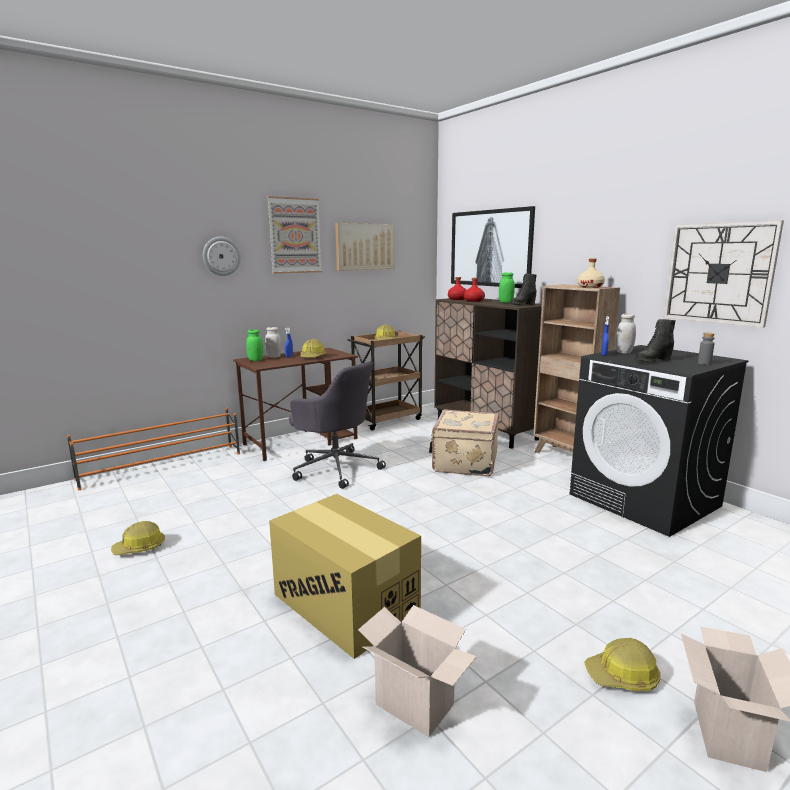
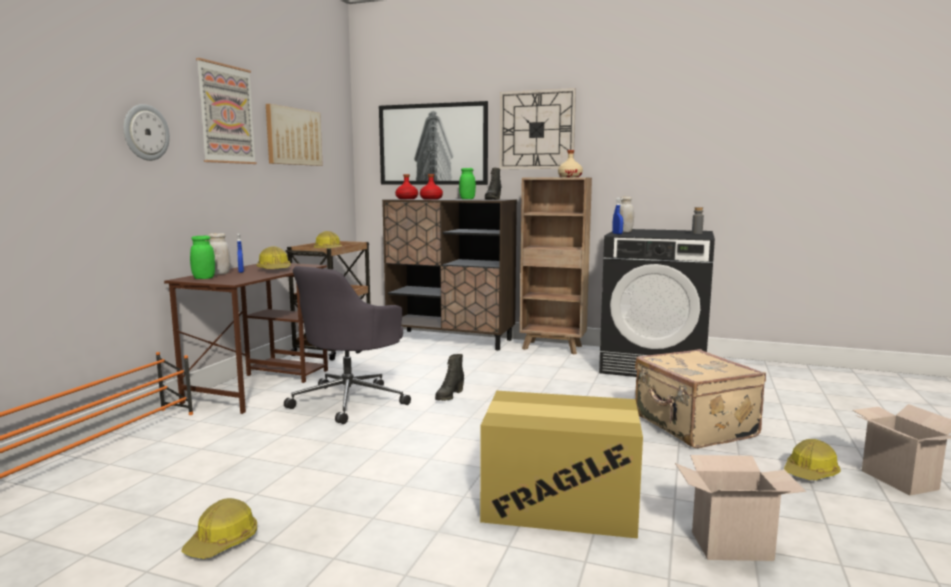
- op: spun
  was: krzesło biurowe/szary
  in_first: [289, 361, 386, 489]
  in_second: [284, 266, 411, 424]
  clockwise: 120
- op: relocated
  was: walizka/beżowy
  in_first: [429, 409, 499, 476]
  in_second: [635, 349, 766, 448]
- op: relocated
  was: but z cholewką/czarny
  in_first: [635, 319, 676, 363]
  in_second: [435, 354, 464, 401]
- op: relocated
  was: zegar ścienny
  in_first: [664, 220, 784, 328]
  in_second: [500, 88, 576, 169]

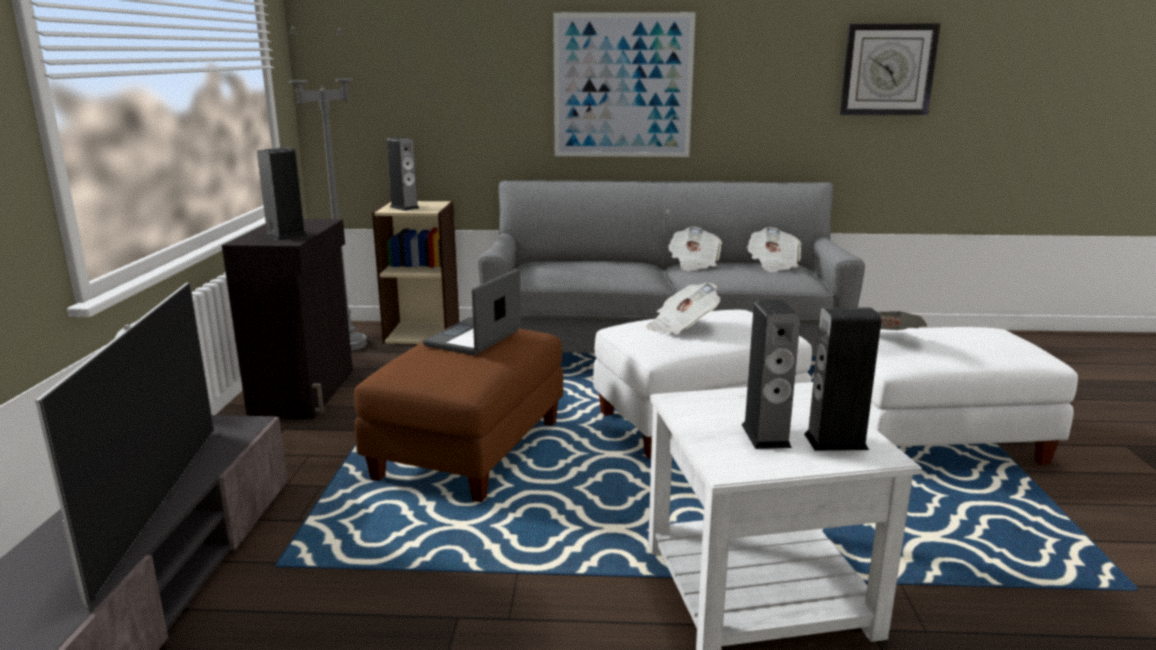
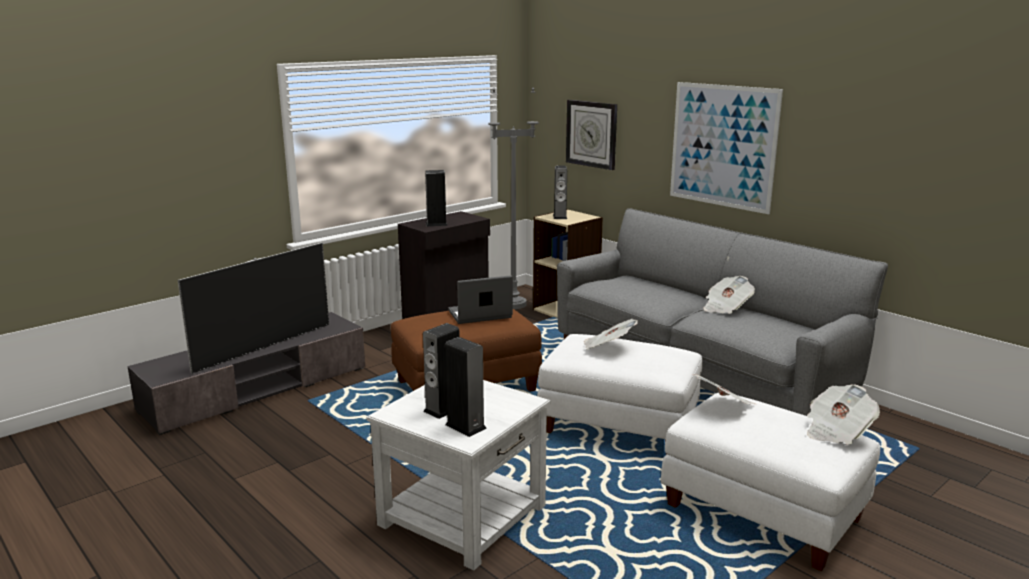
- op: relocated
  was: gazeta
  in_first: [747, 227, 801, 272]
  in_second: [807, 385, 880, 445]
- op: relocated
  was: zegar ścienny
  in_first: [839, 23, 941, 115]
  in_second: [566, 100, 617, 170]

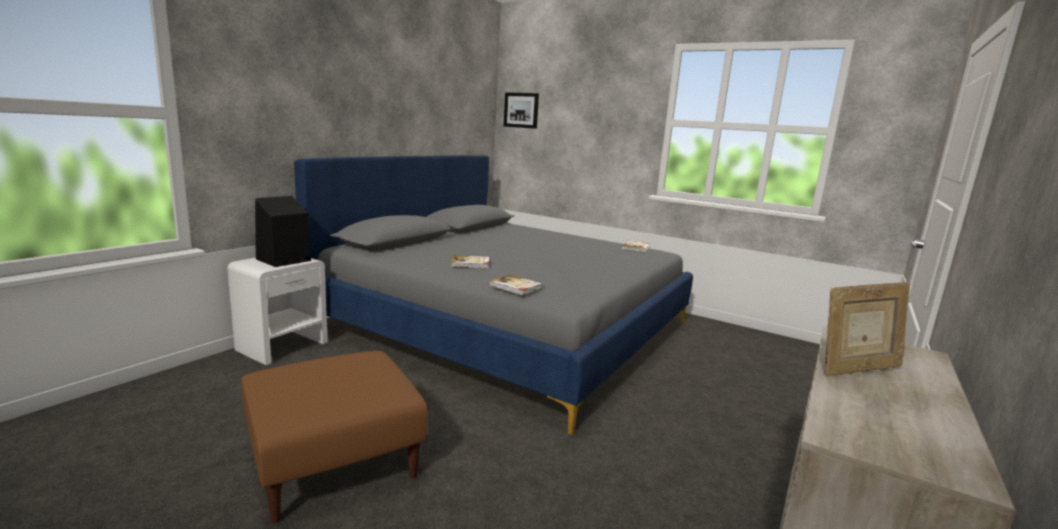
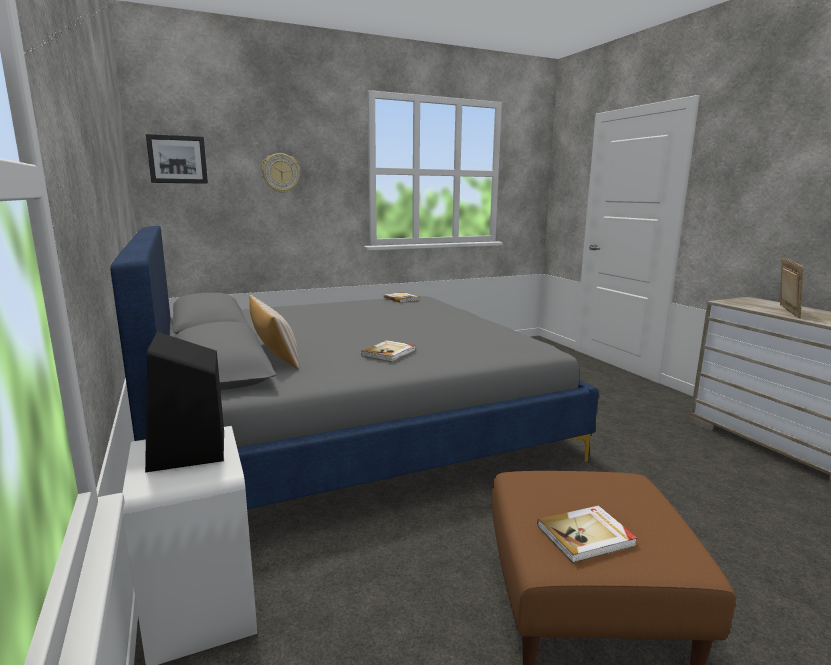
- op: relocated
  was: książka
  in_first: [489, 275, 543, 295]
  in_second: [537, 506, 637, 563]
- op: appeared
  now: poduszka/beżowy
  in_second: [249, 295, 299, 370]
- op: appeared
  now: zegar ścienny
  in_second: [262, 153, 300, 193]

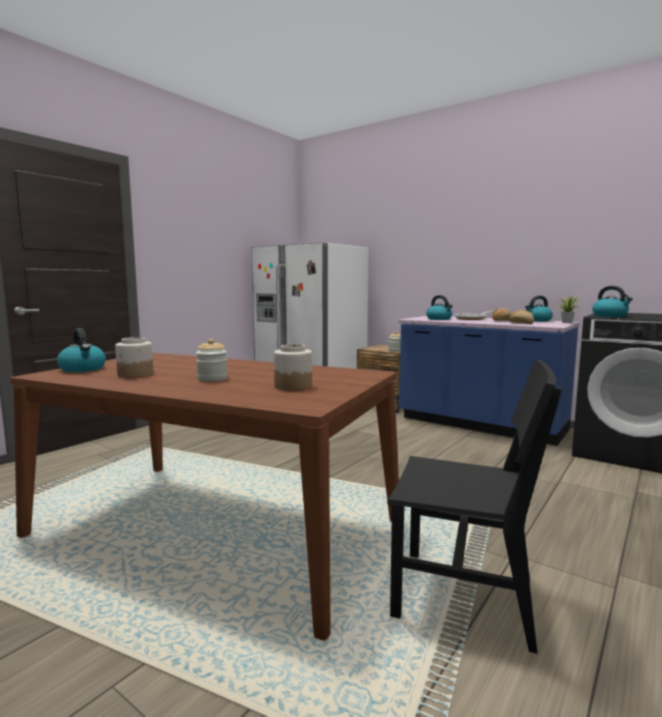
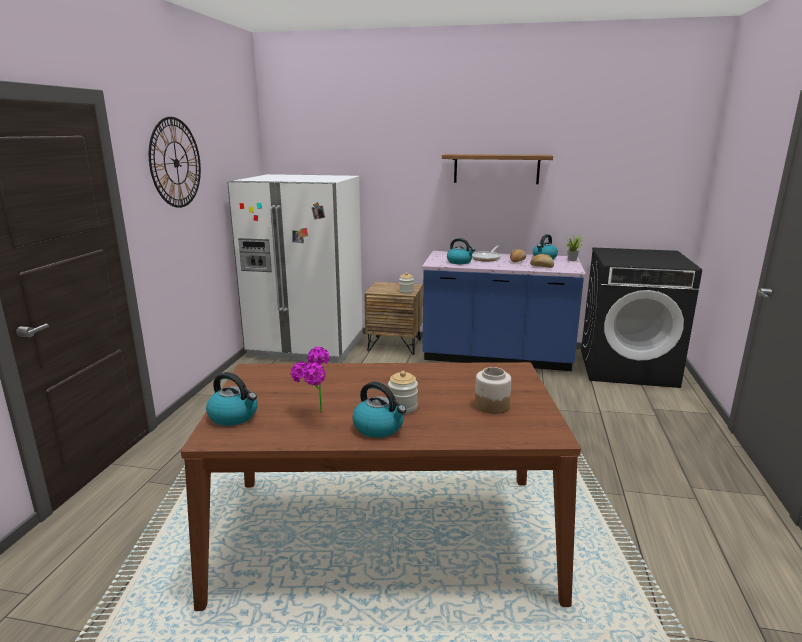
- op: exchanged
  was: słoik
  now: roślina doniczkowa
  in_first: [115, 337, 153, 378]
  in_second: [290, 347, 330, 413]
- op: missing
  was: krzesło/czarny
  in_first: [387, 359, 562, 654]
- op: relocated
  was: czajnik
  in_first: [592, 286, 633, 317]
  in_second: [352, 382, 406, 438]
- op: appeared
  now: zegar ścienny
  in_second: [149, 117, 201, 208]
- op: appeared
  now: półka
  in_second: [442, 154, 553, 184]

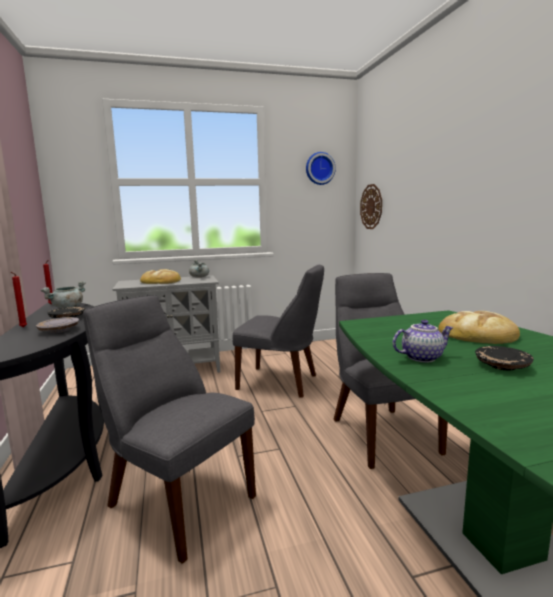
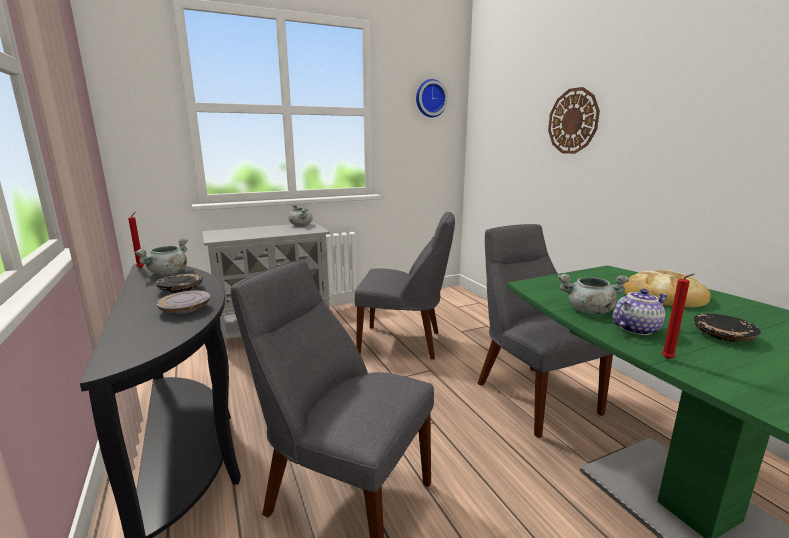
- op: relocated
  was: świeca/czerwony
  in_first: [11, 272, 27, 327]
  in_second: [662, 273, 694, 359]
- op: missing
  was: chleb
  in_first: [140, 269, 181, 284]
- op: relocated
  was: zegar ścienny
  in_first: [360, 184, 382, 229]
  in_second: [548, 87, 600, 154]
- op: appeared
  now: garnek/szary
  in_second: [558, 274, 629, 314]

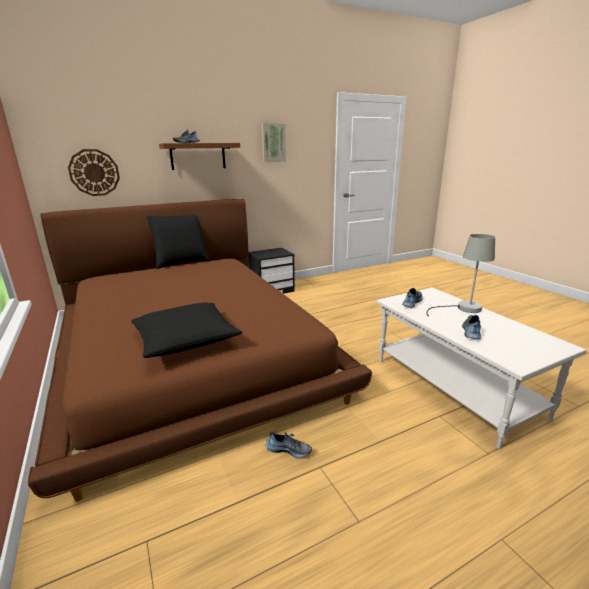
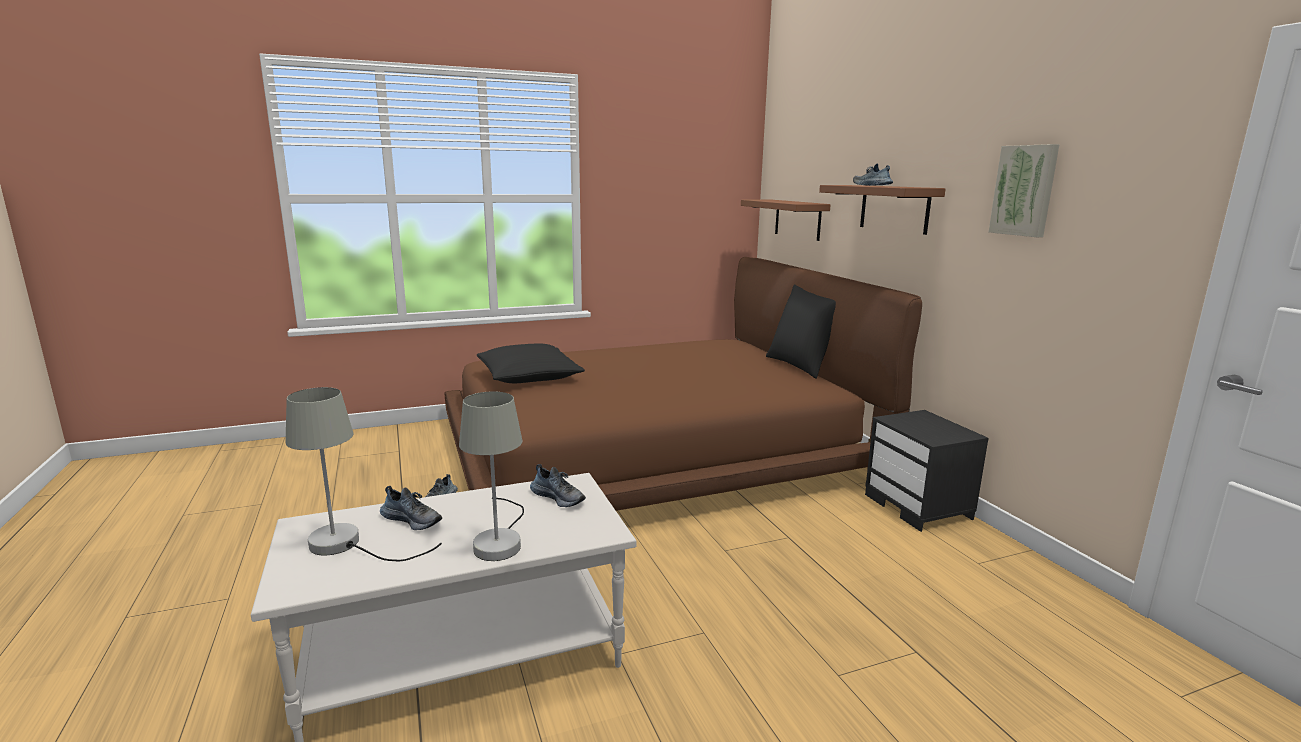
- op: exchanged
  was: zegar ścienny
  now: półka/brązowy
  in_first: [68, 149, 120, 196]
  in_second: [741, 200, 831, 241]
- op: appeared
  now: lampa stołowa/szary
  in_second: [285, 387, 442, 561]

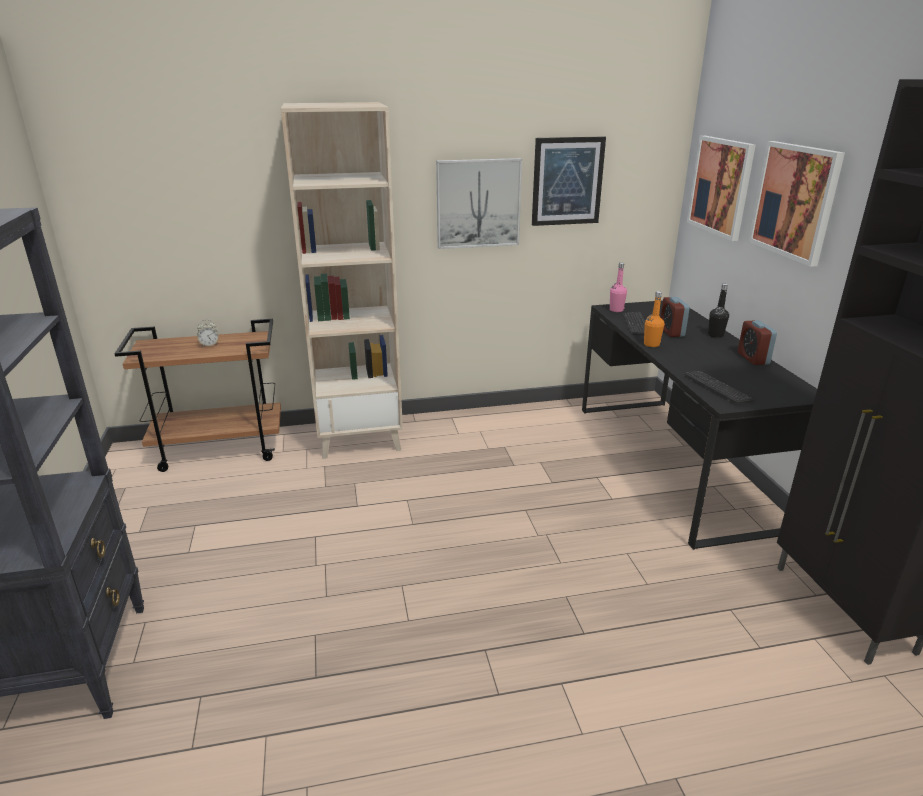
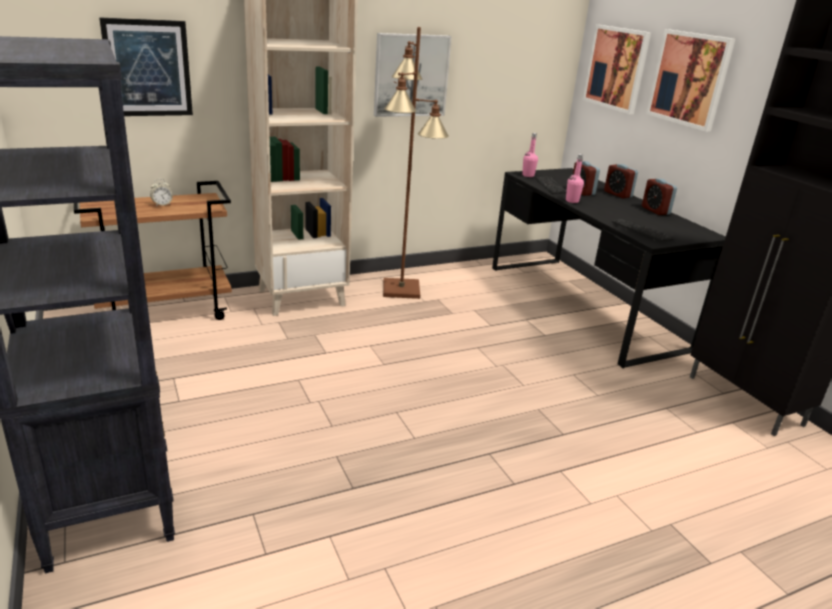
- op: relocated
  was: obraz
  in_first: [532, 136, 606, 226]
  in_second: [99, 17, 193, 116]
- op: colour
  was: butelka/pomarańczowy
  now: butelka/różowy
  in_first: [644, 291, 664, 347]
  in_second: [566, 154, 584, 203]
- op: exchanged
  was: butelka/czarny
  now: budzik
  in_first: [708, 284, 729, 338]
  in_second: [604, 164, 638, 198]
- op: appeared
  now: lampa stojąca/brązowy
  in_second: [383, 27, 449, 299]

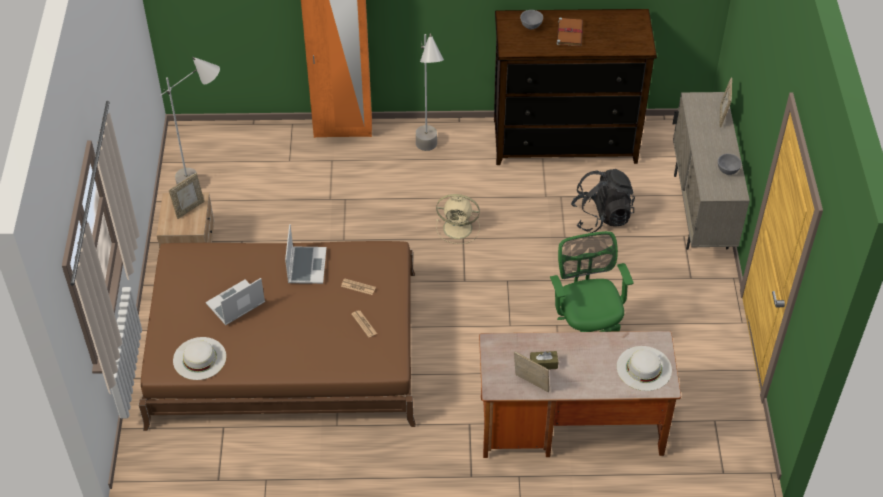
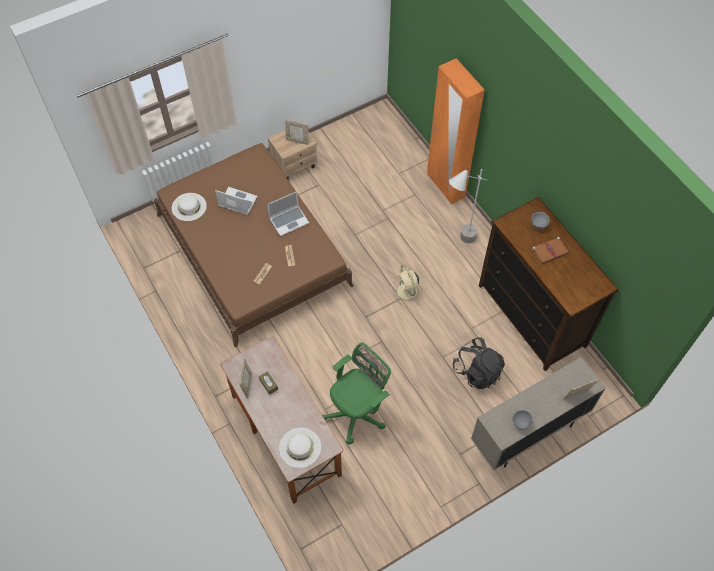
- op: missing
  was: lampa stojąca/szary
  in_first: [160, 57, 220, 185]

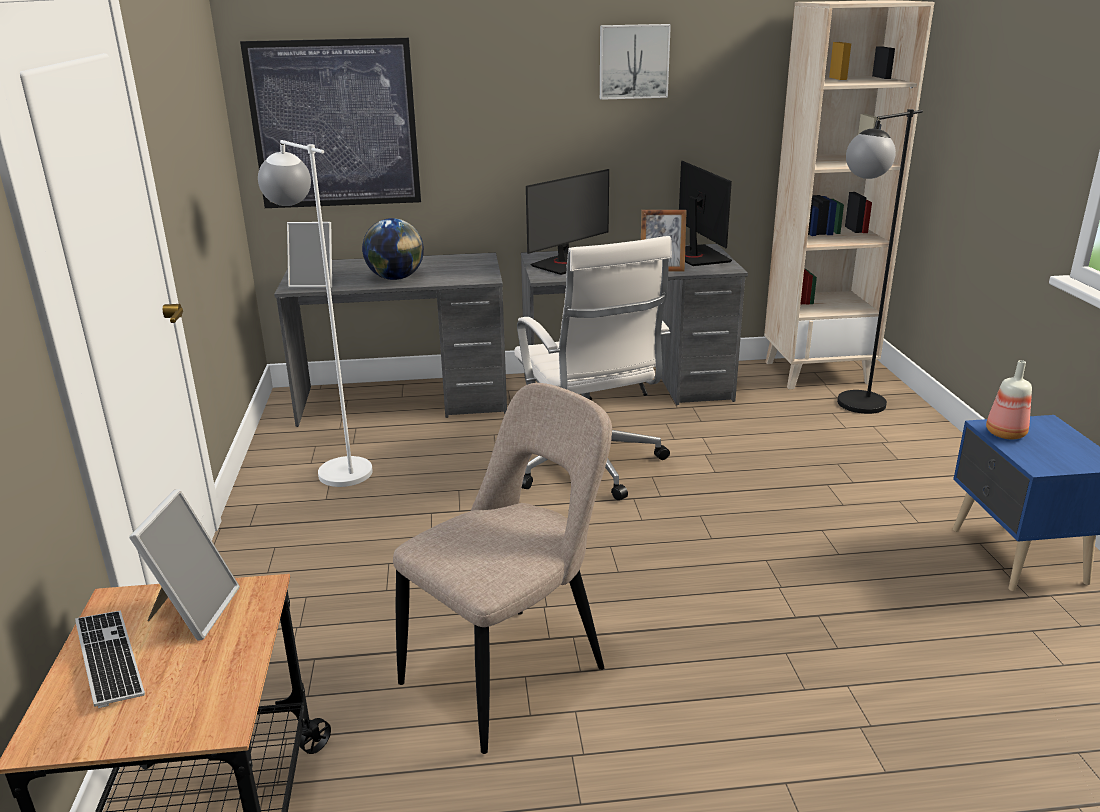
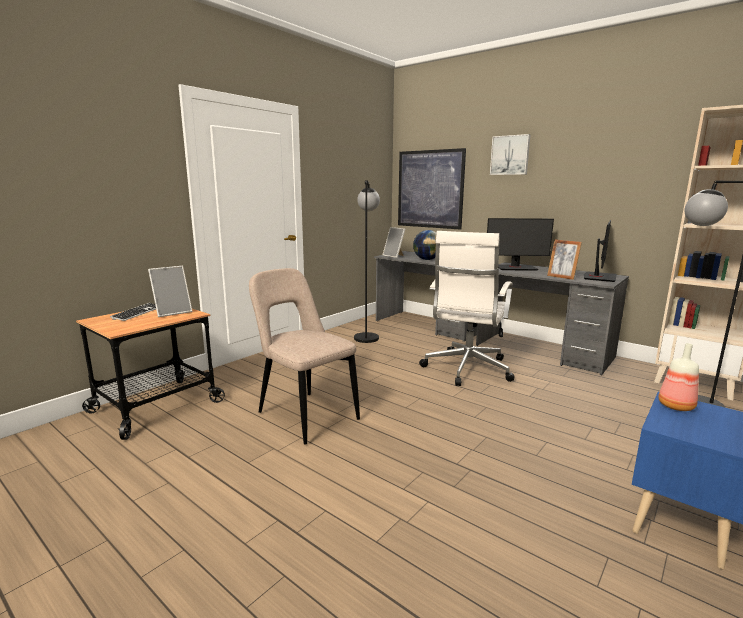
- op: colour
  was: lampa stojąca/biały
  now: lampa stojąca/czarny
  in_first: [258, 140, 373, 487]
  in_second: [354, 180, 380, 343]
- op: spun
  was: krzesło/beżowy
  in_first: [393, 383, 612, 754]
  in_second: [249, 268, 360, 445]
  clockwise: -135
- op: relocated
  was: obraz
  in_first: [600, 24, 671, 100]
  in_second: [490, 134, 531, 175]

